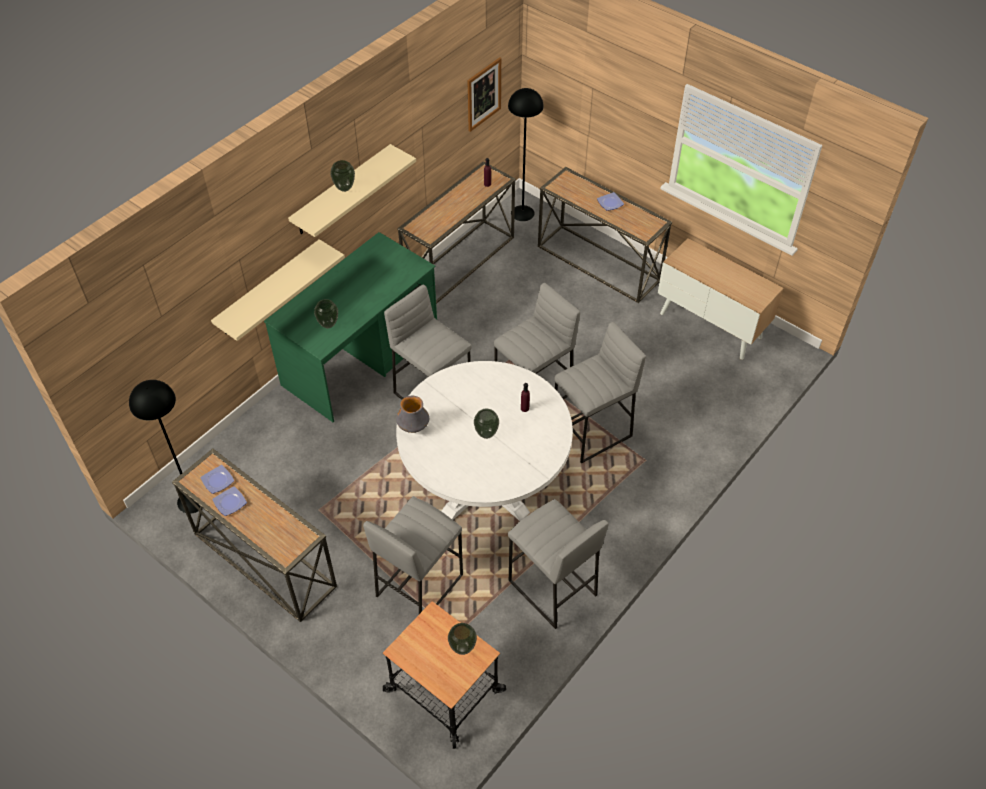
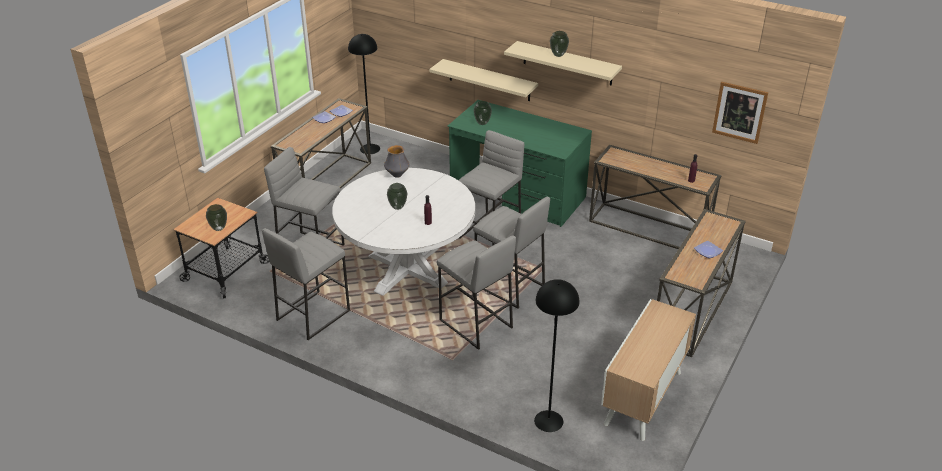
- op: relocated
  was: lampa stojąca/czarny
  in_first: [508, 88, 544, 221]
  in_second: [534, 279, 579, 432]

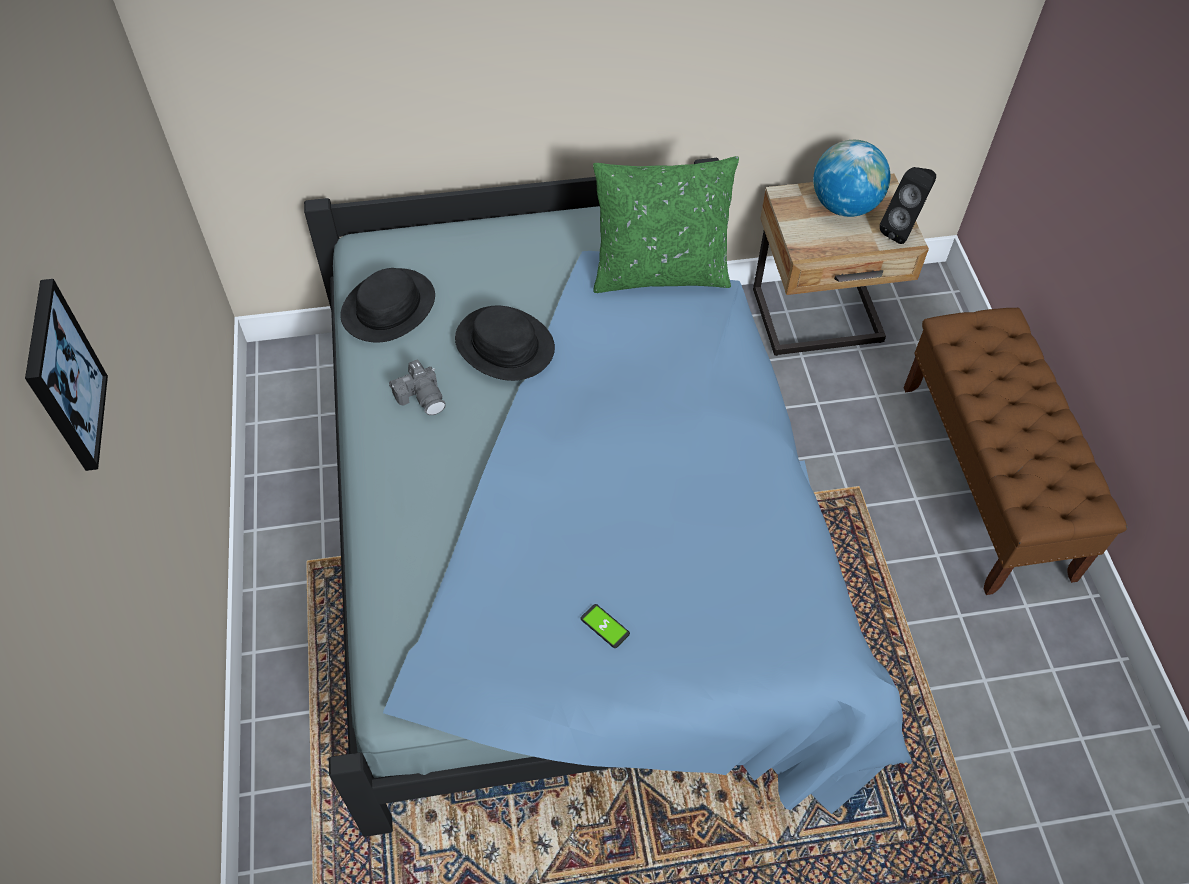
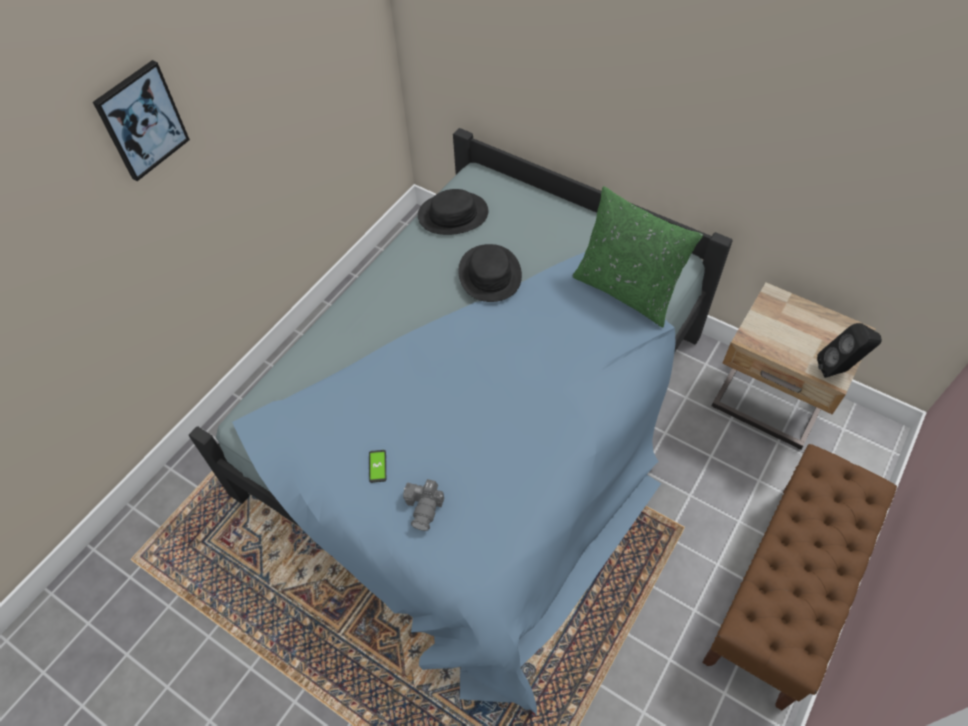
- op: relocated
  was: aparat fotograficzny
  in_first: [389, 359, 446, 415]
  in_second: [403, 479, 444, 531]
- op: missing
  was: globus
  in_first: [813, 140, 890, 217]

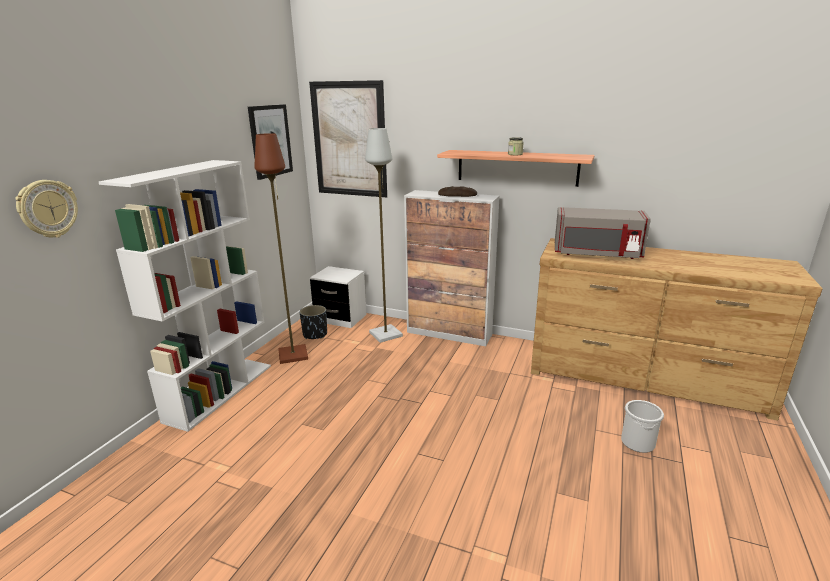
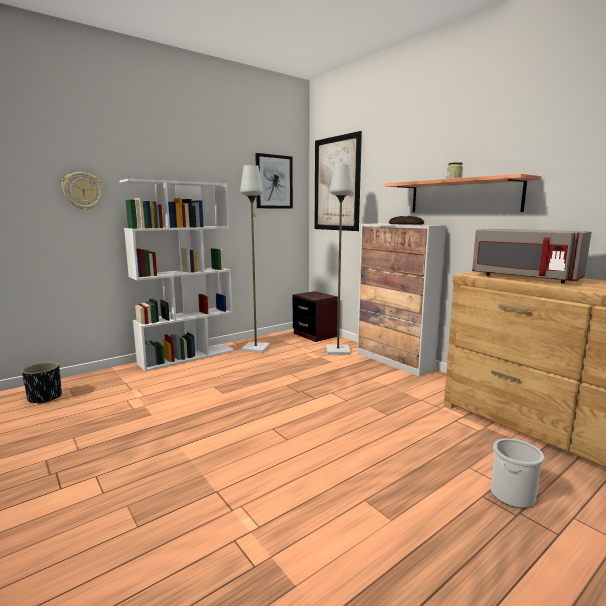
- op: colour
  was: lampa stojąca/brązowy
  now: lampa stojąca/szary
  in_first: [254, 133, 308, 364]
  in_second: [240, 165, 270, 353]
- op: relocated
  was: donica/czarny
  in_first: [299, 305, 327, 339]
  in_second: [22, 362, 62, 404]
- op: colour
  was: szafka nocna/biały
  now: szafka nocna/brązowy
  in_first: [310, 266, 367, 328]
  in_second: [293, 291, 338, 342]

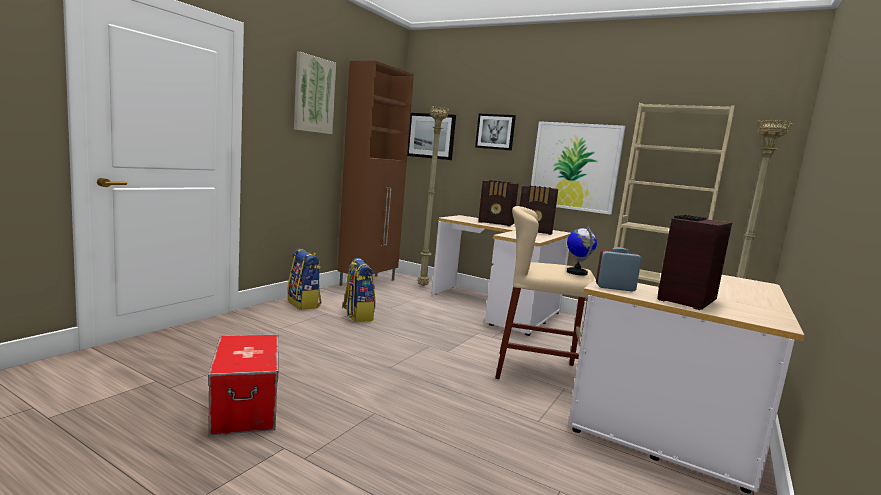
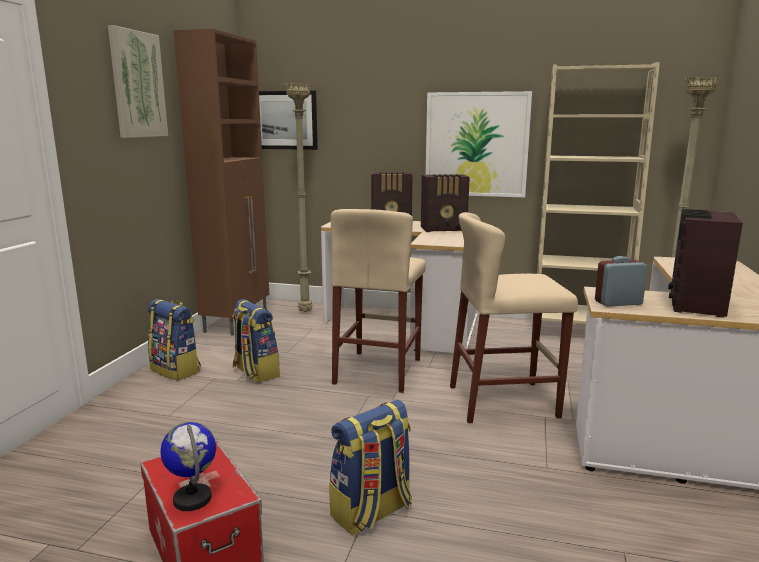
- op: missing
  was: obraz
  in_first: [475, 114, 516, 151]
- op: relocated
  was: globus
  in_first: [567, 226, 597, 276]
  in_second: [160, 422, 216, 511]
- op: appeared
  now: plecak
  in_second: [329, 400, 412, 536]
- op: appeared
  now: stołek/beżowy
  in_second: [331, 209, 426, 393]

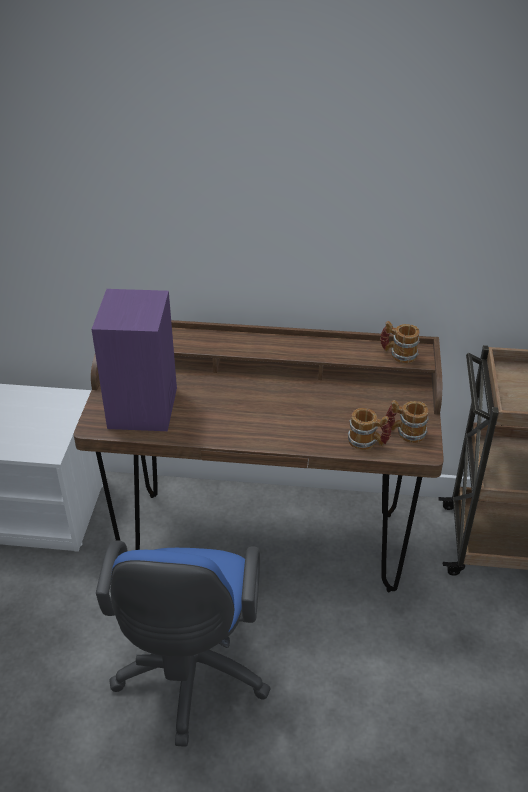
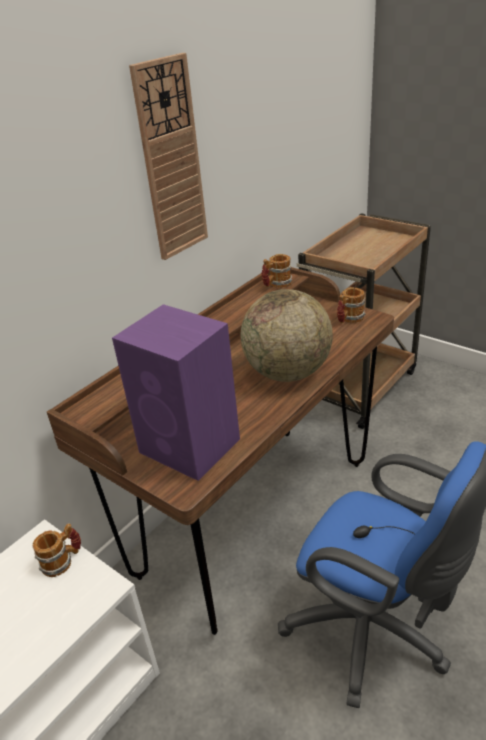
- op: relocated
  was: kubek
  in_first: [348, 408, 392, 450]
  in_second: [32, 524, 81, 577]
- op: appeared
  now: zegar ścienny
  in_second: [129, 53, 208, 260]
- op: appeared
  now: globus
  in_second: [240, 289, 333, 382]

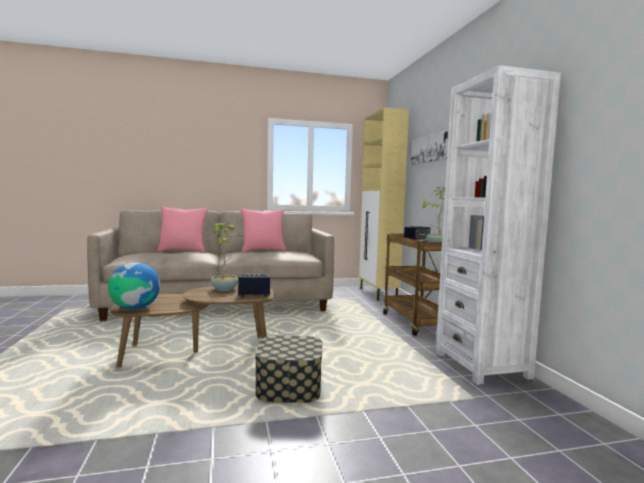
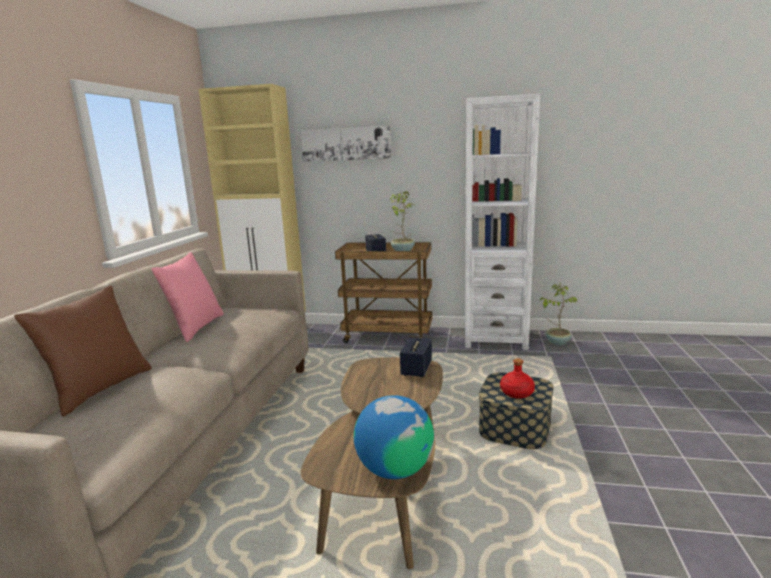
- op: colour
  was: poduszka/różowy
  now: poduszka/brązowy
  in_first: [157, 206, 208, 252]
  in_second: [14, 286, 151, 417]
- op: relocated
  was: roślina doniczkowa
  in_first: [211, 222, 243, 291]
  in_second: [540, 283, 577, 345]
- op: appeared
  now: butelka/czerwony
  in_second: [500, 358, 535, 399]

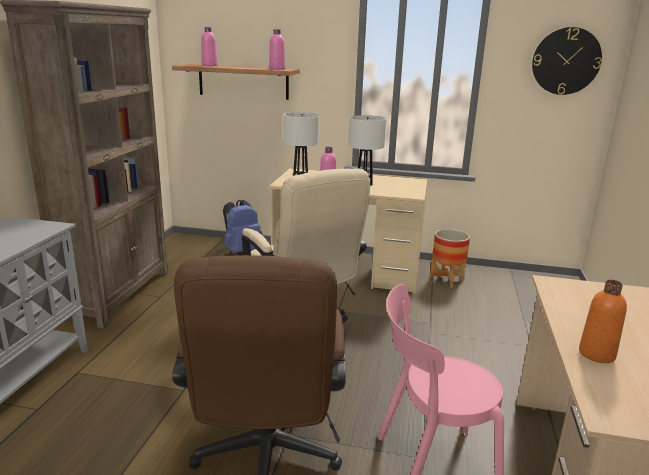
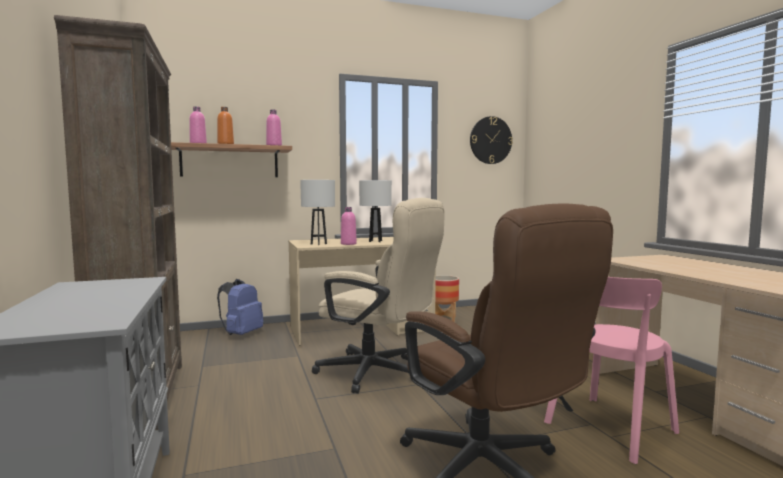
- op: relocated
  was: butelka/pomarańczowy
  in_first: [579, 280, 627, 363]
  in_second: [217, 107, 234, 144]

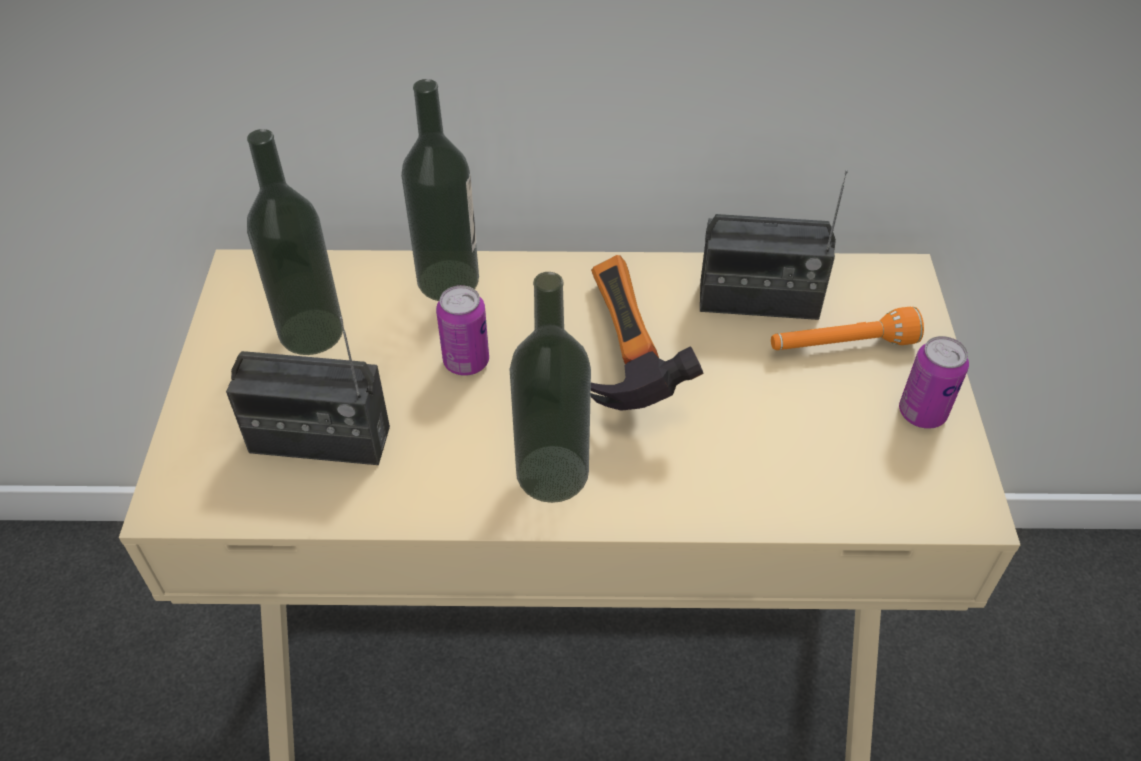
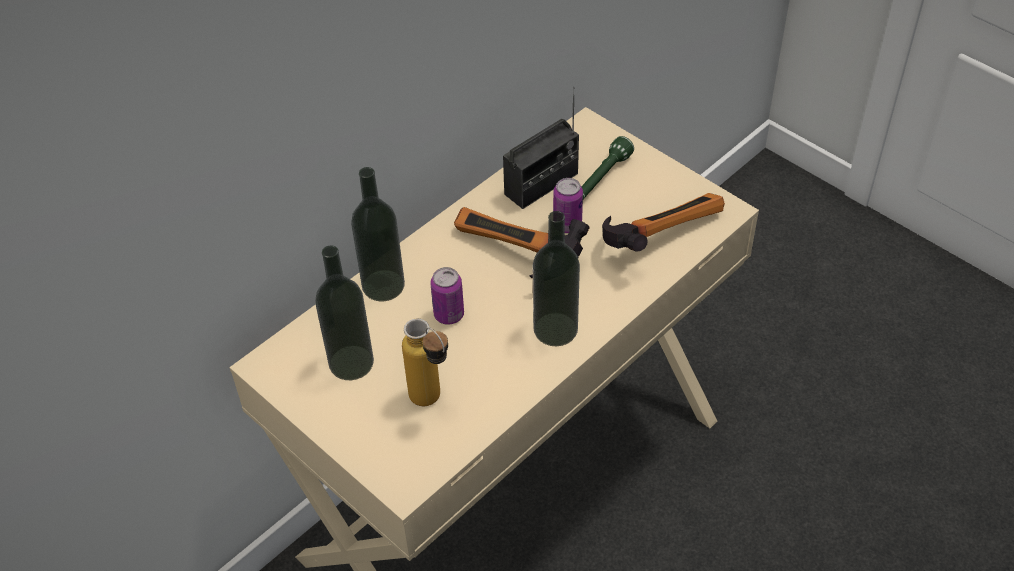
- op: exchanged
  was: radio
  now: butelka
  in_first: [226, 317, 390, 465]
  in_second: [402, 318, 448, 406]
- op: colour
  was: latarka/pomarańczowy
  now: latarka/zielony
  in_first: [771, 307, 924, 350]
  in_second: [581, 136, 634, 199]
- op: relocated
  was: puszka
  in_first: [899, 336, 969, 429]
  in_second: [553, 178, 583, 233]
- op: appeared
  now: młotek
  in_second: [602, 193, 725, 252]

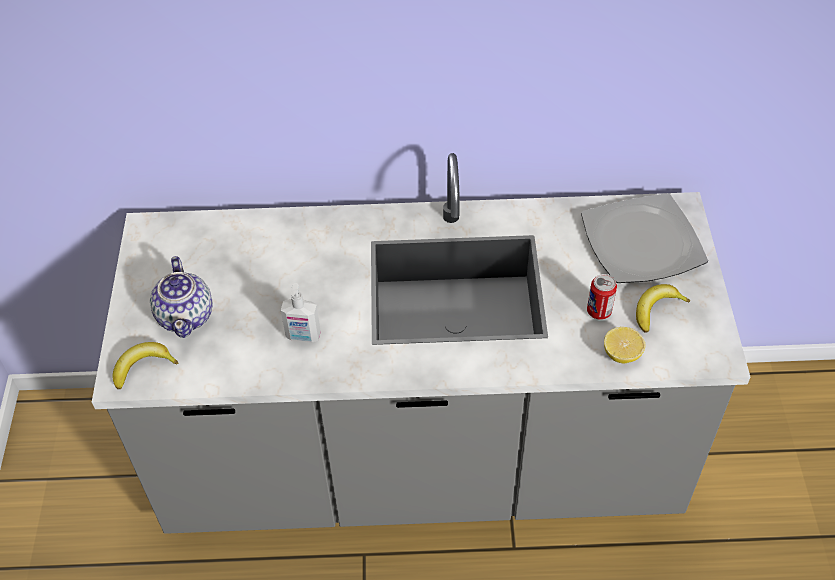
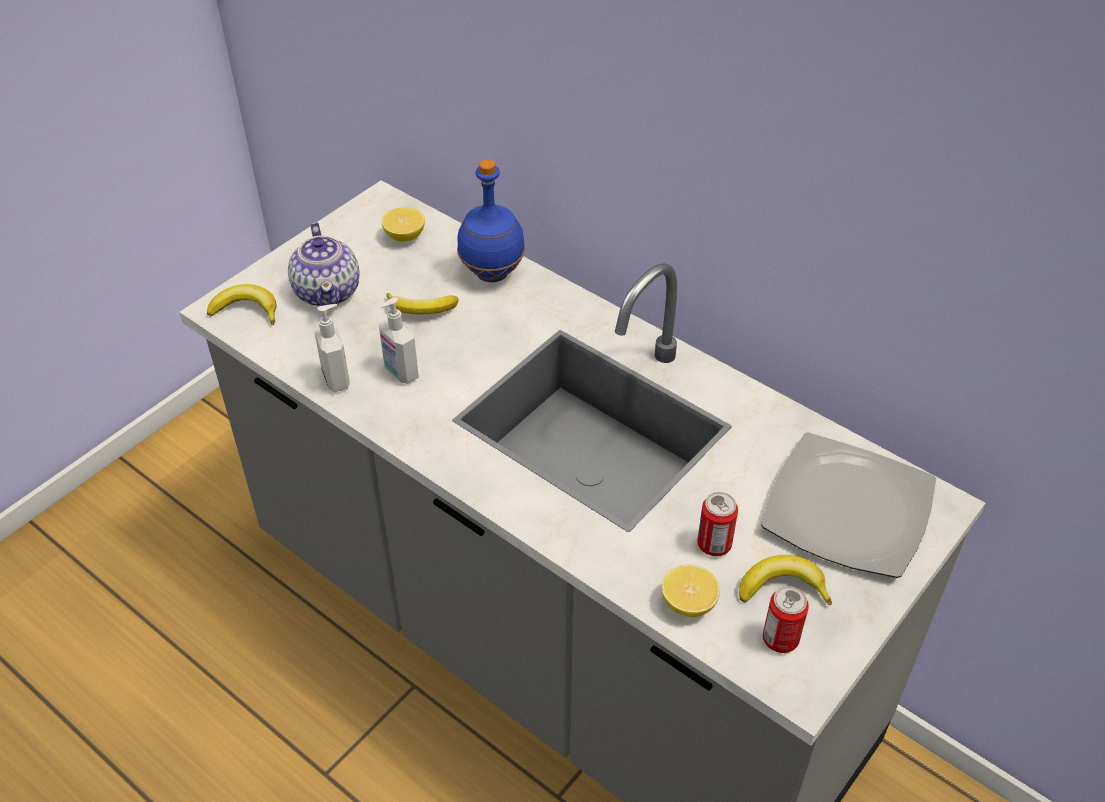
- op: spun
  was: imbryk
  in_first: [150, 256, 213, 338]
  in_second: [288, 222, 359, 309]
  clockwise: -45
- op: appeared
  now: dozownik mydła
  in_second: [315, 304, 350, 392]
- op: appeared
  now: cytryna
  in_second: [382, 207, 425, 242]
- op: appeared
  now: banan
  in_second: [387, 293, 459, 314]
- op: appeared
  now: butelka/niebieski
  in_second: [457, 160, 525, 282]
- op: appeared
  now: puszka
  in_second: [763, 586, 809, 653]

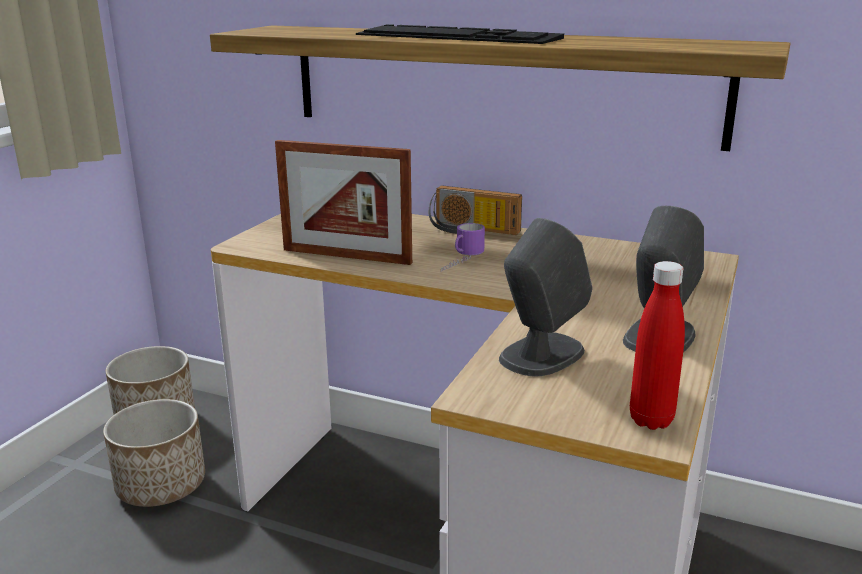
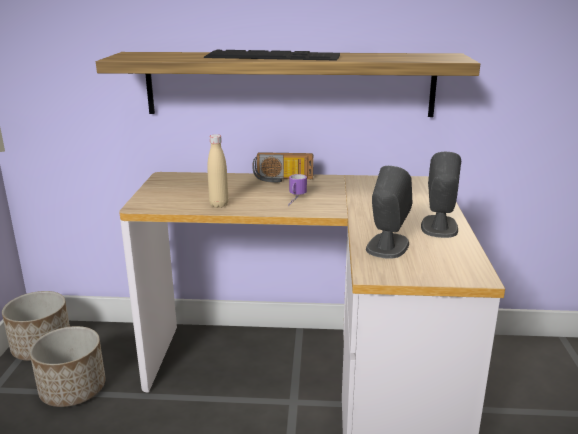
- op: exchanged
  was: ramka na zdjęcie
  now: butelka/beżowy
  in_first: [275, 140, 412, 265]
  in_second: [207, 134, 228, 208]
- op: missing
  was: butelka/czerwony
  in_first: [630, 261, 685, 430]

